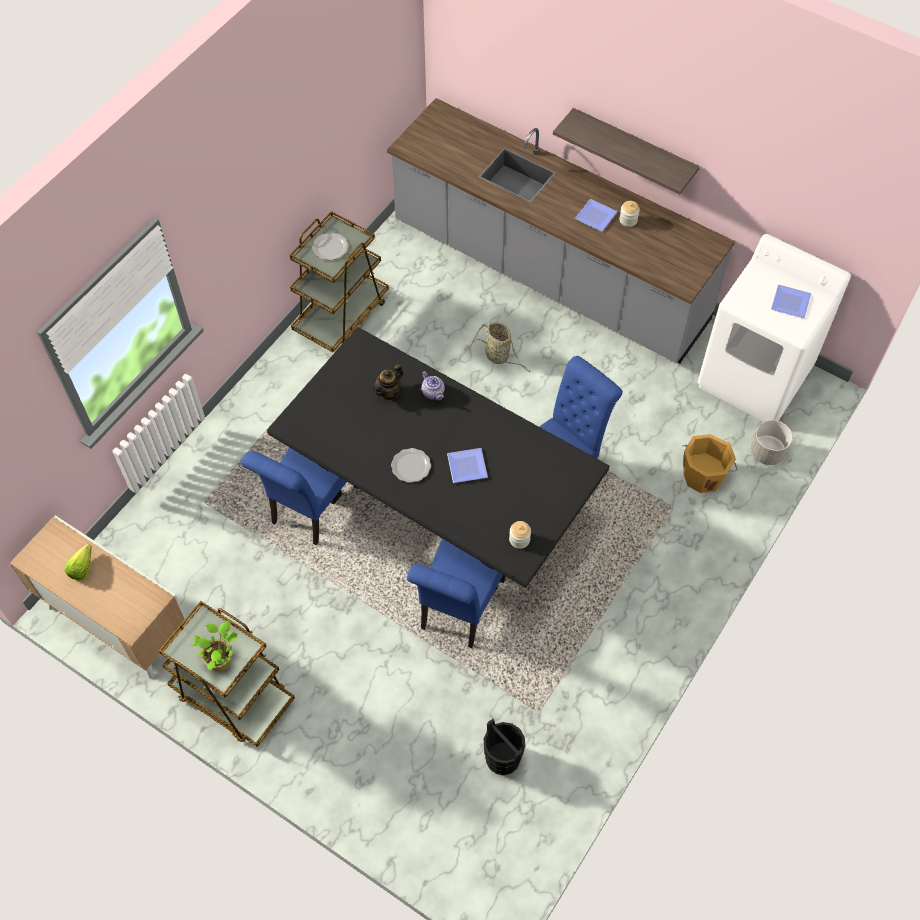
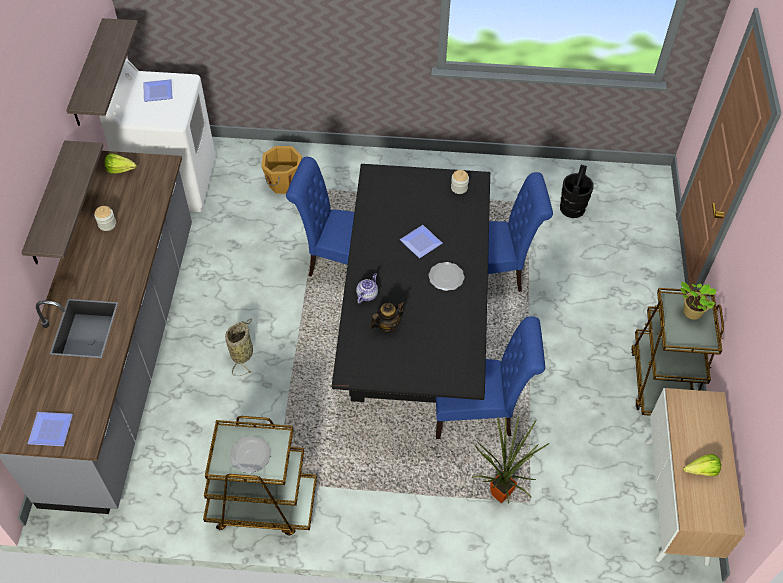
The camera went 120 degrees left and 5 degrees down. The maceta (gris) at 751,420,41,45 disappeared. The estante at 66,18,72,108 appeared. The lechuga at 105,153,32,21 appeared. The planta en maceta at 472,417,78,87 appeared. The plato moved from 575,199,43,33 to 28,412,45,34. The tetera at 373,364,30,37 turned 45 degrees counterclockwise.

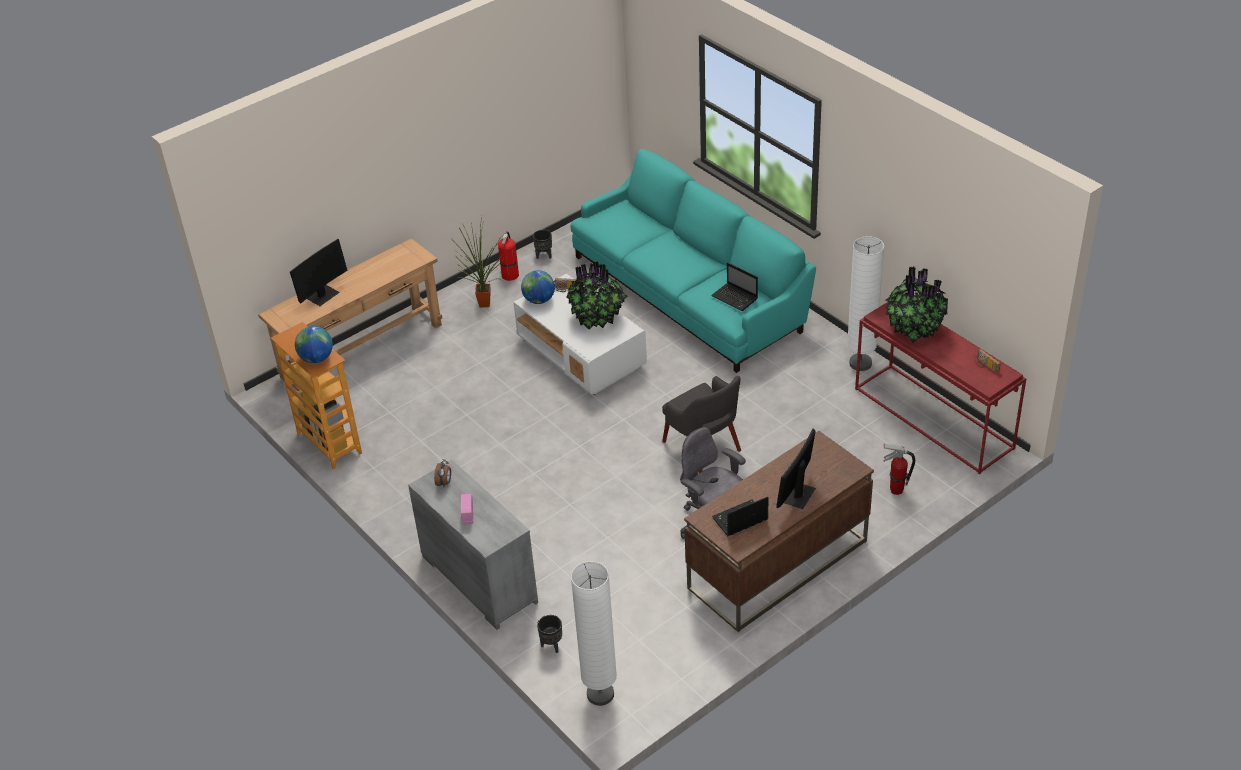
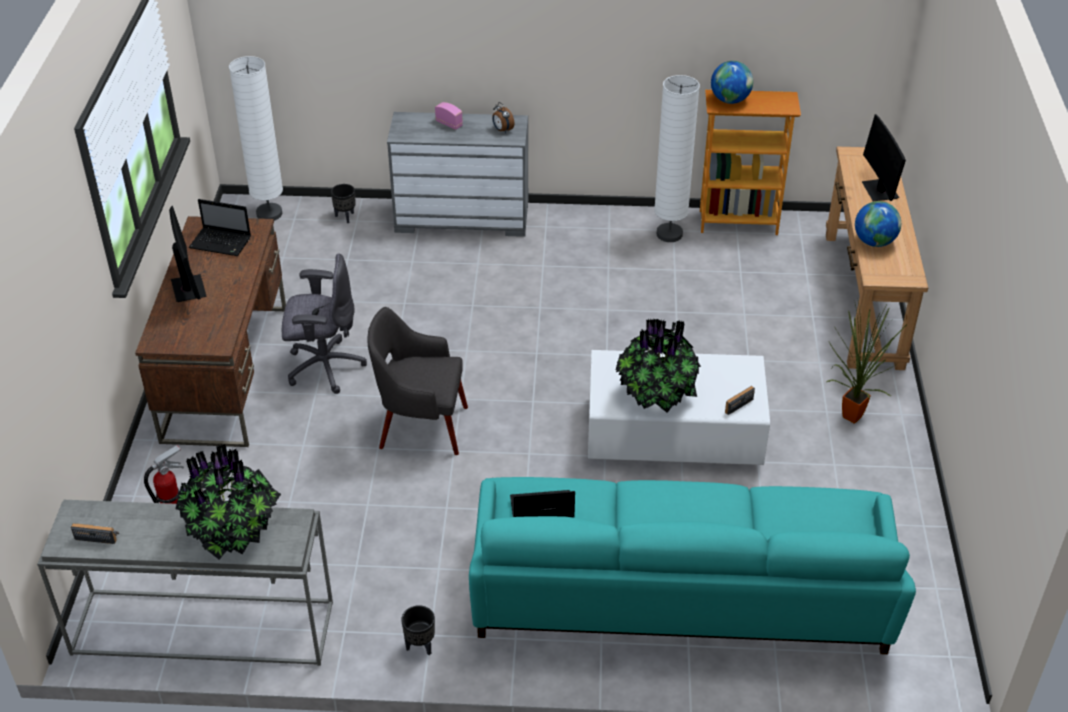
The camera went 130 degrees right and 0 degrees up. The extintor at 498,231,21,50 disappeared. The globo terráqueo moved from 521,270,34,34 to 855,201,46,46. The maceta (negro) moved from 533,230,19,29 to 401,605,34,50. The lámpara de pie (blanco) moved from 847,236,37,135 to 654,75,46,167. The mesa consola (rojo) at 855,302,171,172 became the mesa consola (gris) at 37,500,296,166. The portátil at 712,496,57,40 turned 90 degrees clockwise.

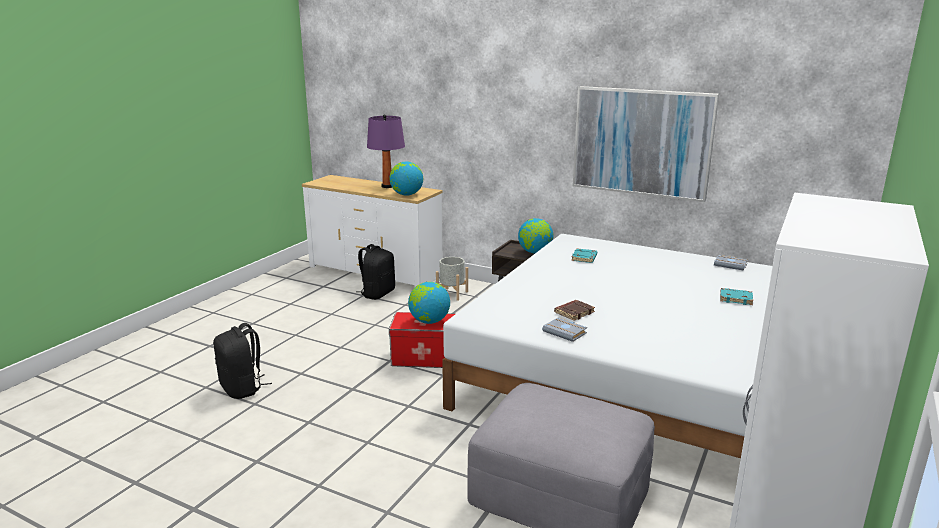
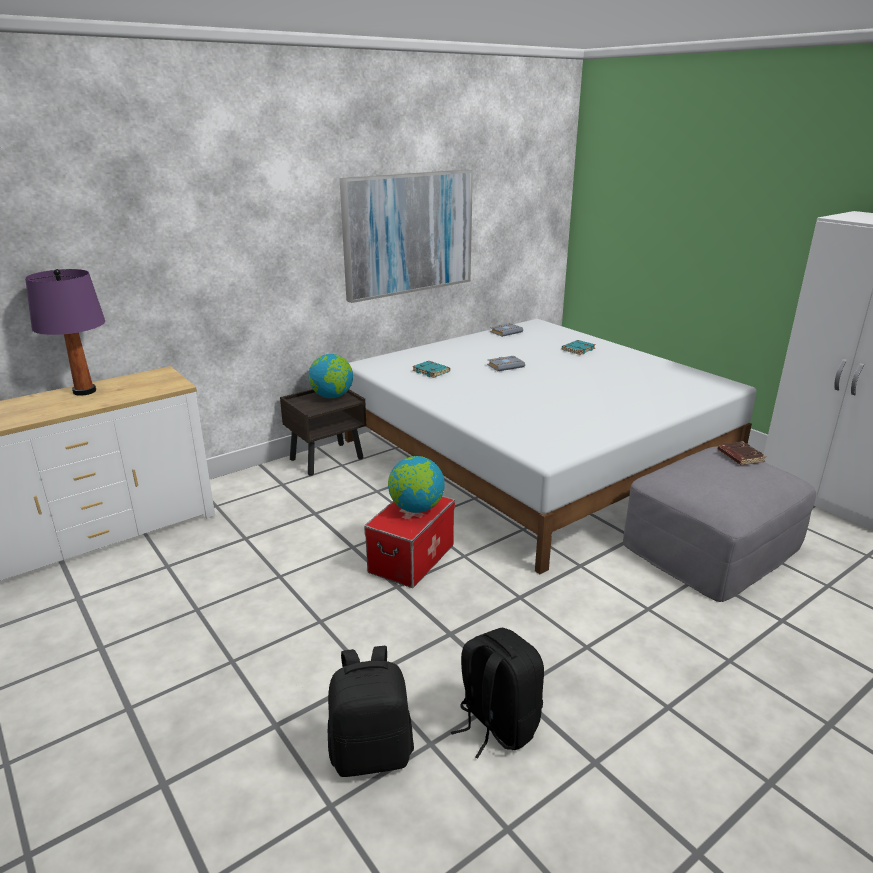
The camera went 65 degrees left and 5 degrees up. The globo terráqueo at 389,161,34,35 disappeared. The maceta (gris) at 436,257,32,44 disappeared. The mochila (negro) moved from 356,244,39,56 to 451,628,93,131. The libro (gris) moved from 542,318,45,24 to 487,356,38,15. The libro (marrón) moved from 554,300,41,21 to 718,441,48,24.

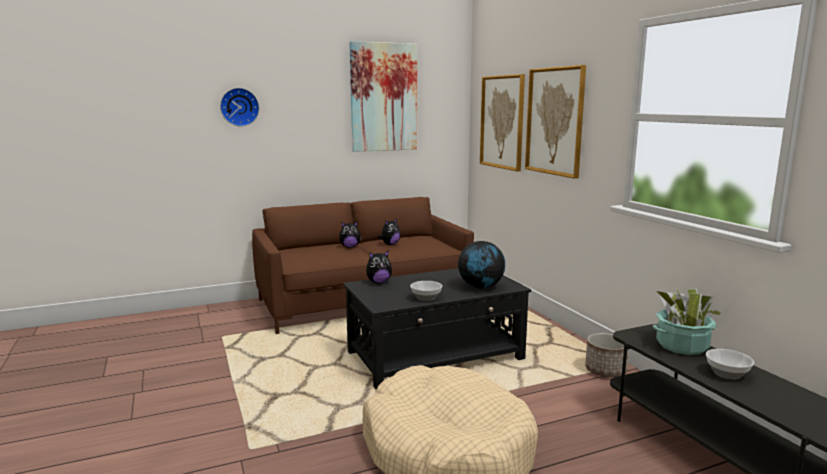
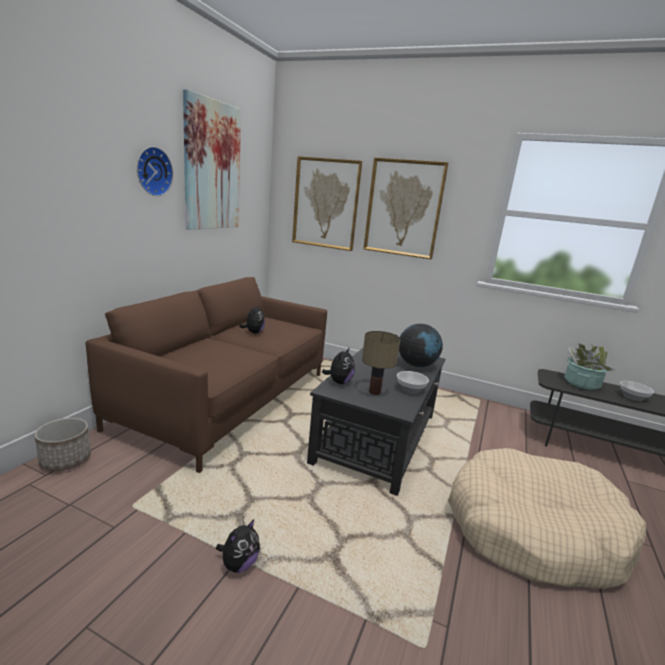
The camera went 45 degrees left and 5 degrees up. The lámpara de mesa at 362,331,39,64 appeared. The reloj de pared moved from 220,88,39,39 to 137,147,36,49. The peluche moved from 339,222,23,26 to 216,519,44,54. The maceta moved from 585,333,44,44 to 34,418,57,53.

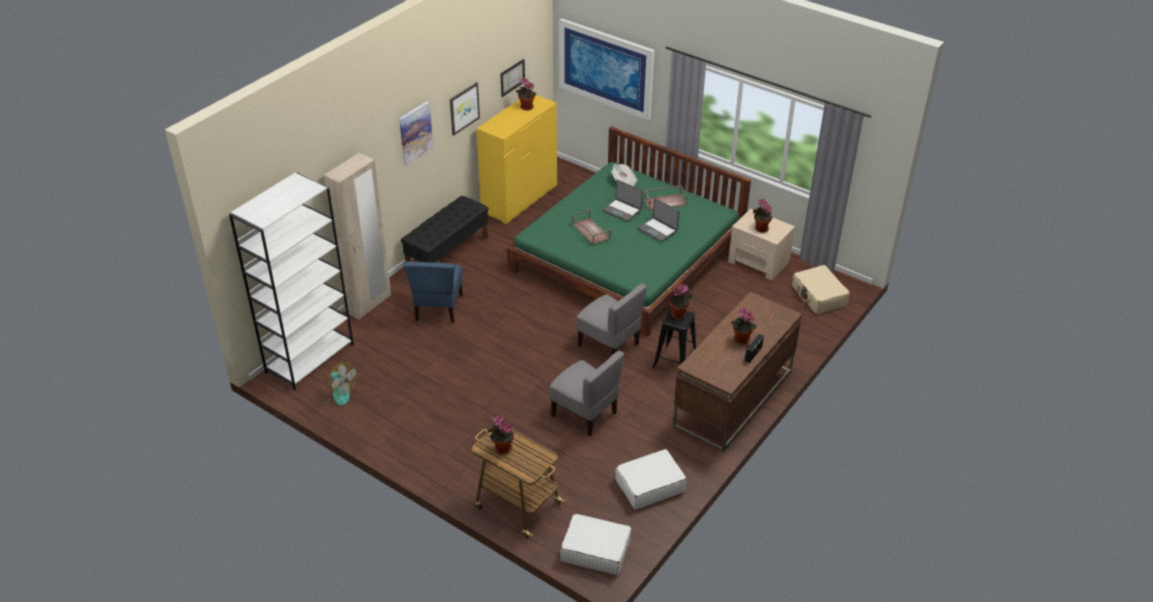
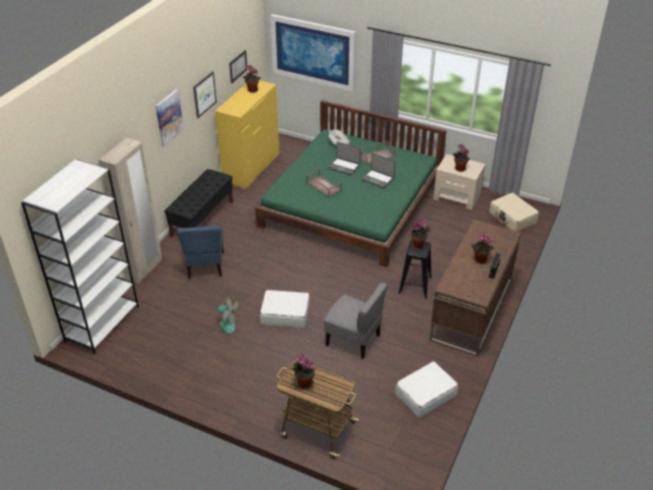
The camera went 10 degrees left and 0 degrees up. The silla (gris) at 577,283,70,72 disappeared. The ventilador moved from 318,362,39,44 to 208,296,32,39. The maleta (blanco) moved from 560,514,71,61 to 260,290,50,38.

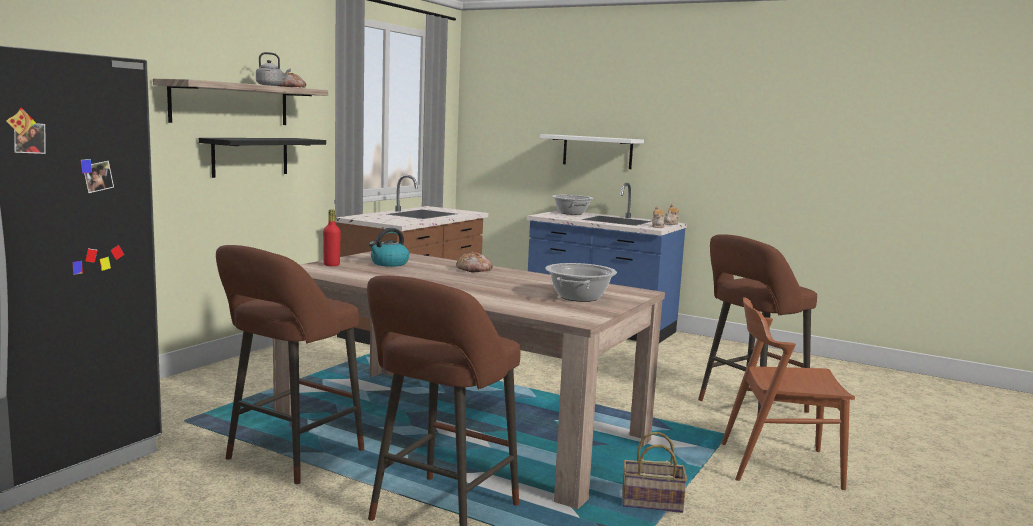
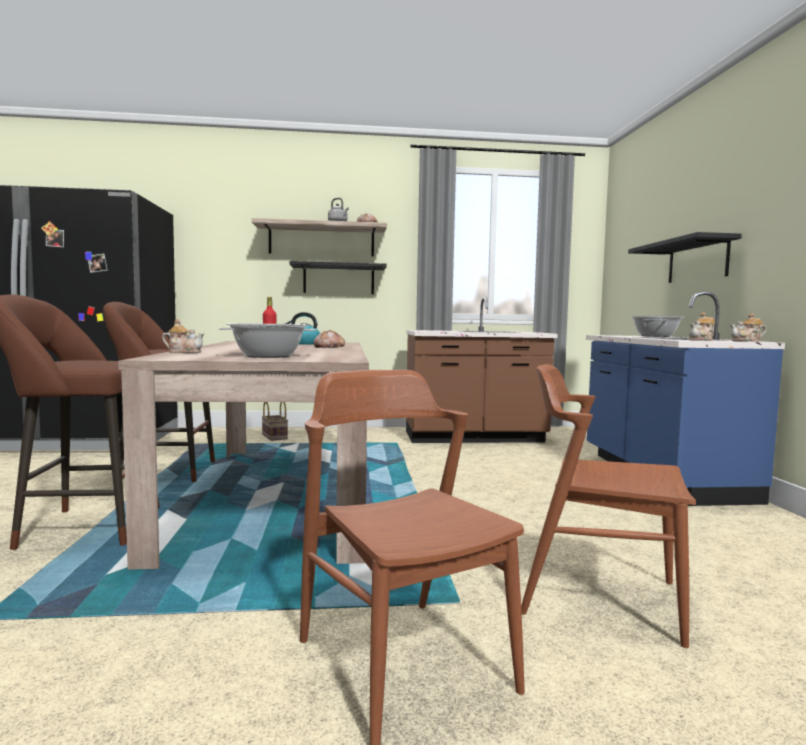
The camera went 55 degrees right and 5 degrees down. The tetera at 162,319,42,34 appeared. The cesta moved from 622,432,66,81 to 262,402,26,39. The taburete (marrón) at 698,234,119,180 was replaced by the silla (marrón) at 521,364,175,284. The estante (blanco) at 540,134,104,35 became the estante (negro) at 628,232,114,51.

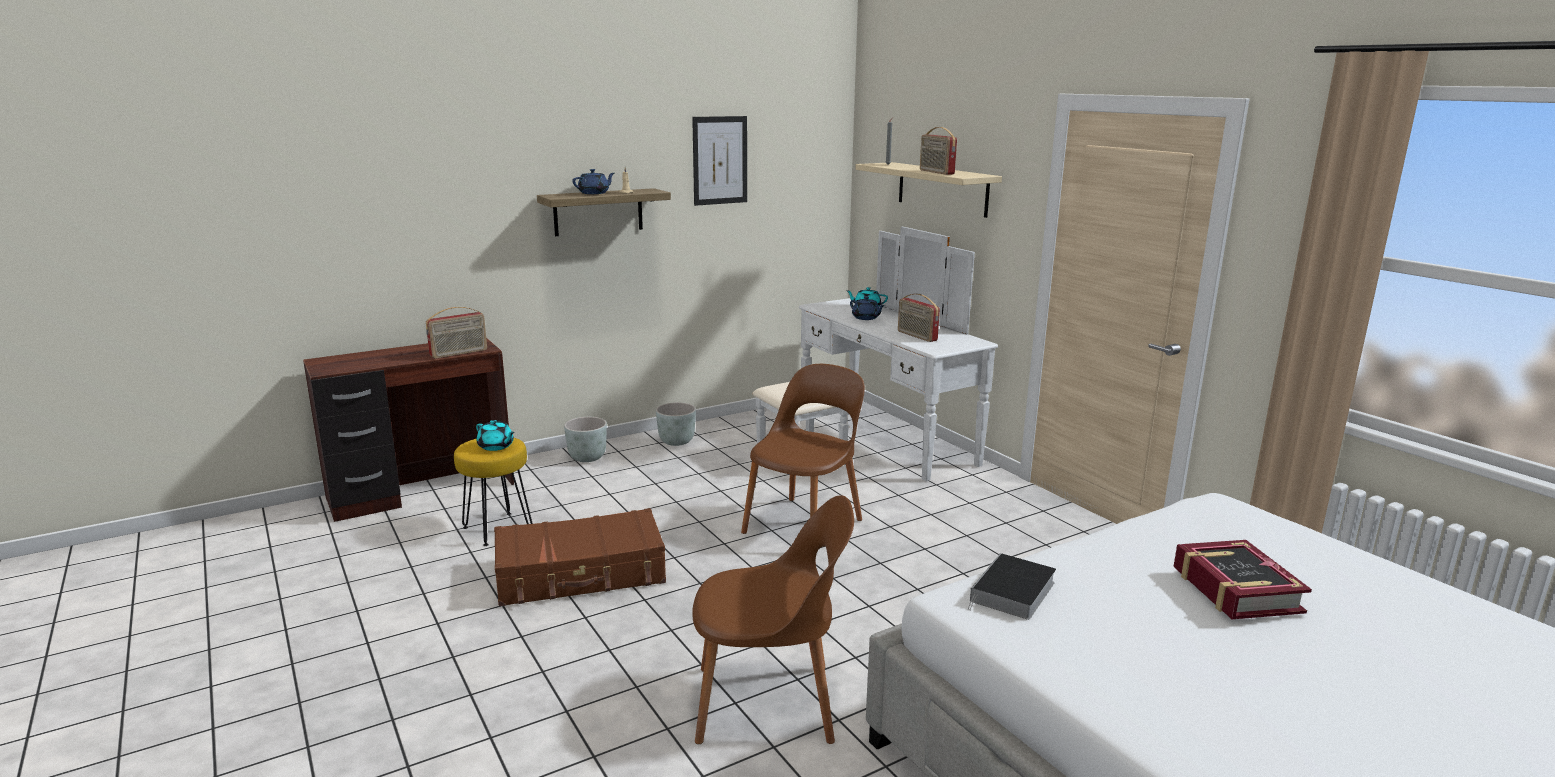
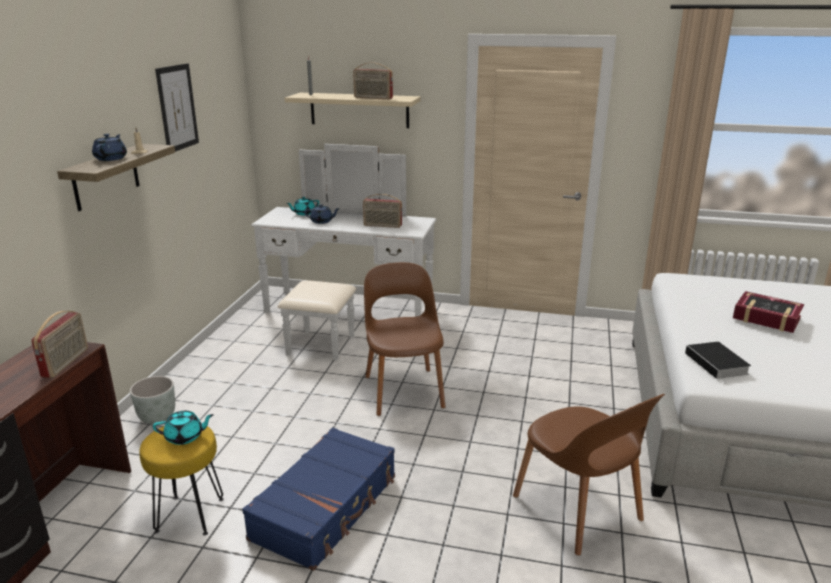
The camera went 45 degrees left and 5 degrees up. The maceta (gris) at 656,402,40,44 disappeared. The maleta (marrón) at 494,508,172,98 became the maleta (azul) at 242,427,153,144. The silla (marrón) at 692,495,162,249 turned 105 degrees clockwise.

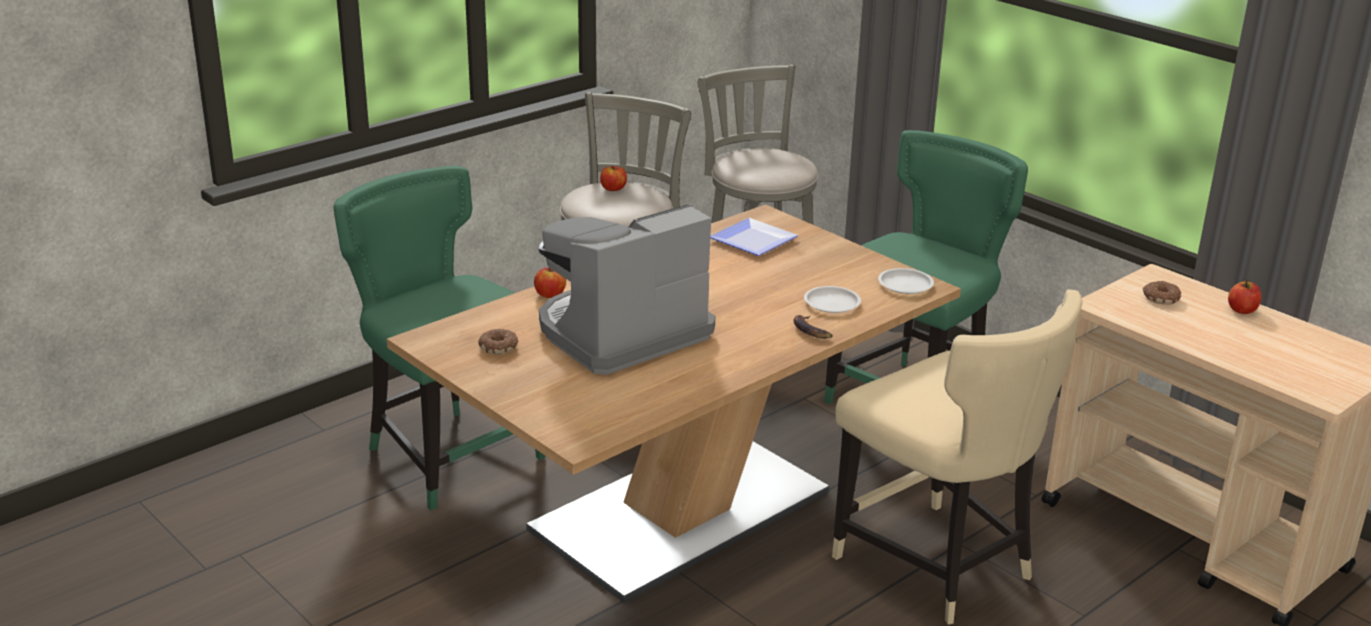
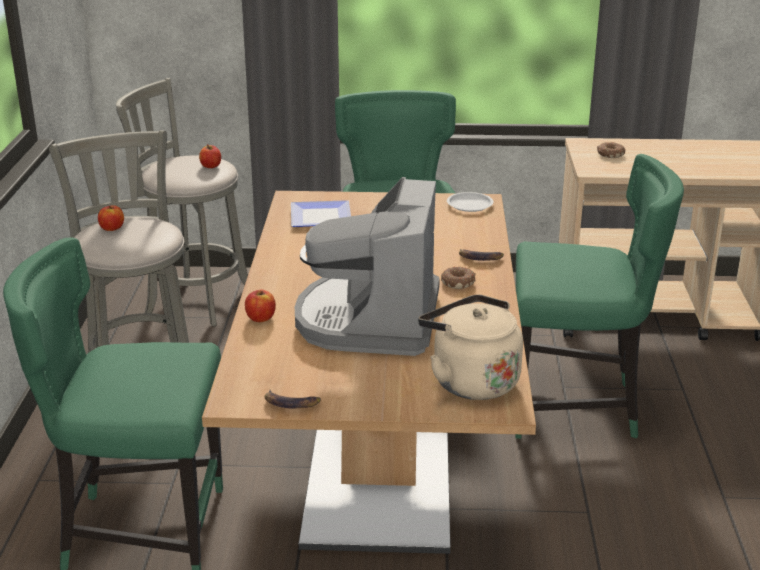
The camera went 45 degrees left and 0 degrees up. The plato (blanco) at 804,286,57,27 disappeared. The plátano at 265,389,56,19 appeared. The hervidor (beis) at 418,294,105,106 appeared. The rosquilla moved from 478,329,40,25 to 441,267,34,22. The manzana moved from 1228,280,33,34 to 199,144,22,24. The silla (beis) at 832,289,250,335 became the silla (verde) at 516,154,168,285.

